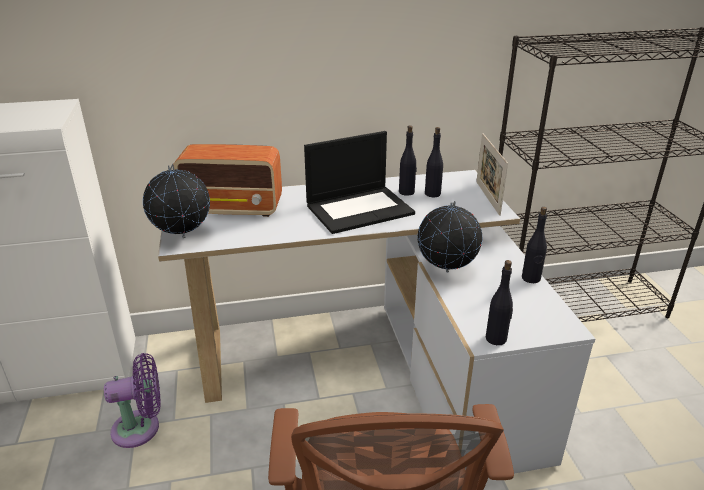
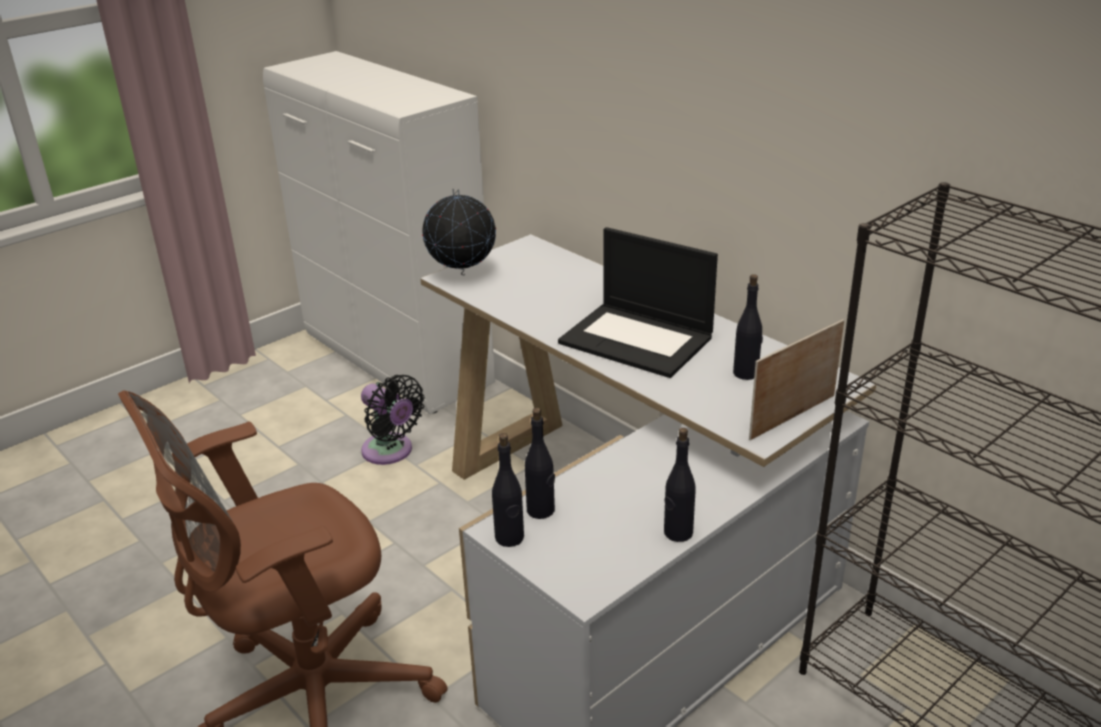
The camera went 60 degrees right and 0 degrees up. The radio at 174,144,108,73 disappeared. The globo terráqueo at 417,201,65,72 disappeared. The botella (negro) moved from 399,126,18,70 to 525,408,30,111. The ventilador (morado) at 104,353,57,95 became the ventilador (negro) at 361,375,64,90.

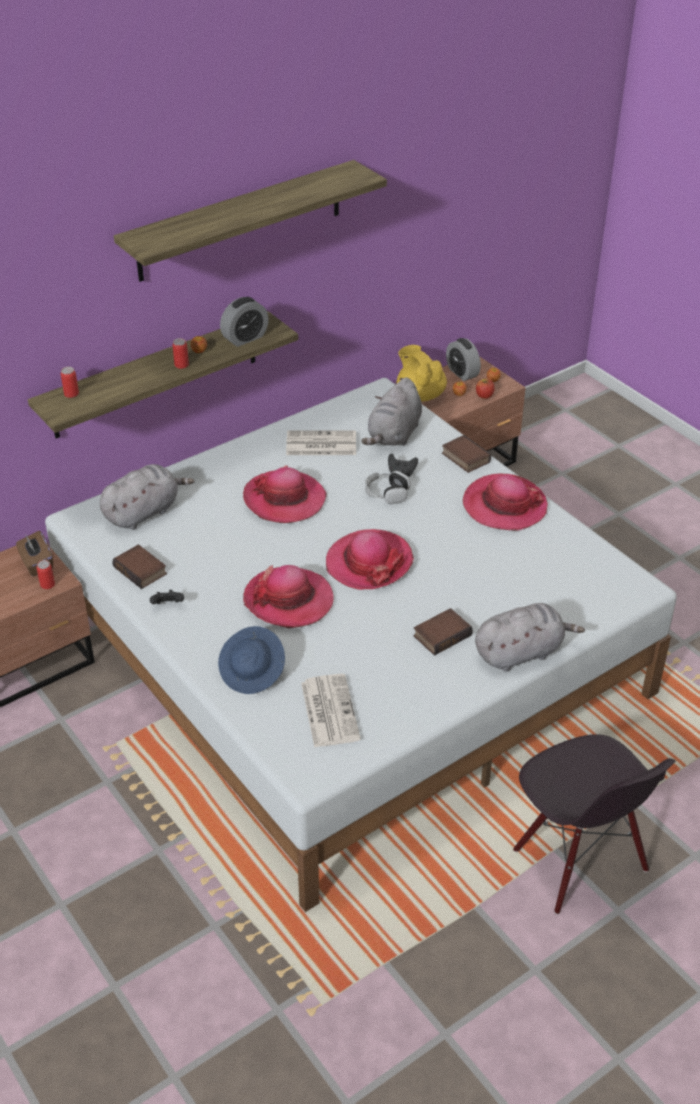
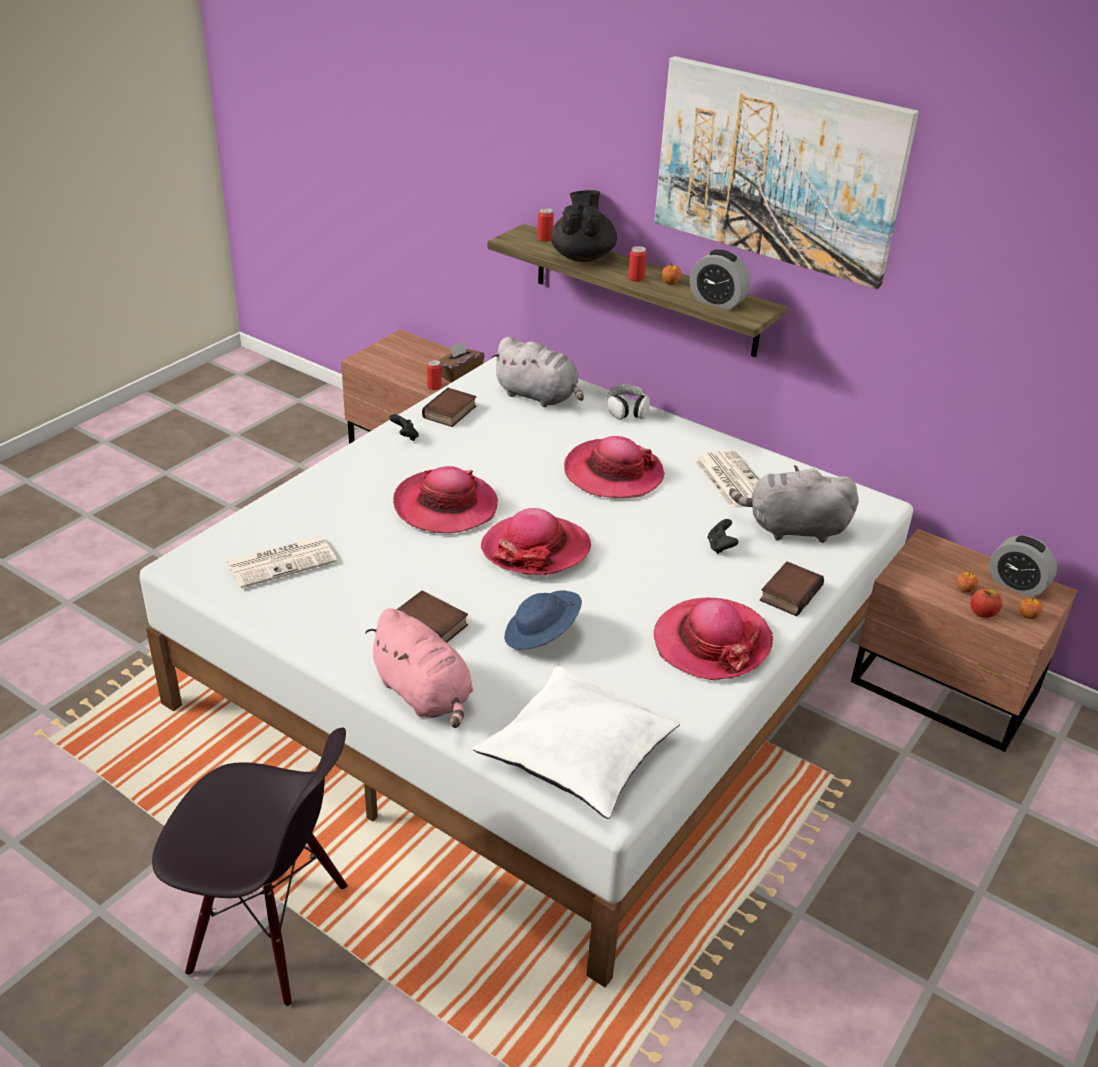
The camera went 70 degrees right and 5 degrees down. The tetera (amarillo) at 397,345,50,56 disappeared. The cojín (blanco) at 473,666,207,153 appeared. The tetera (negro) at 551,190,66,72 appeared. The sombrero (azul) moved from 218,626,67,68 to 504,591,78,59. The auriculares moved from 365,471,46,33 to 606,385,44,35. The estante at 114,160,273,122 was replaced by the cuadro at 654,56,265,233. The peluche (gris) at 475,603,110,69 became the peluche (rosa) at 365,608,108,120. The despertador at 446,338,35,43 turned 90 degrees counterclockwise. The silla (negro) at 513,734,162,181 turned 120 degrees counterclockwise.

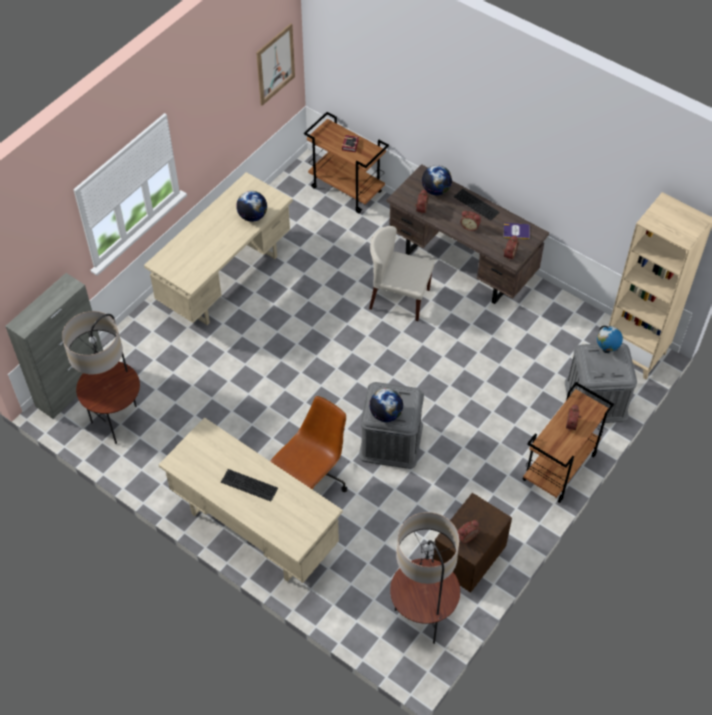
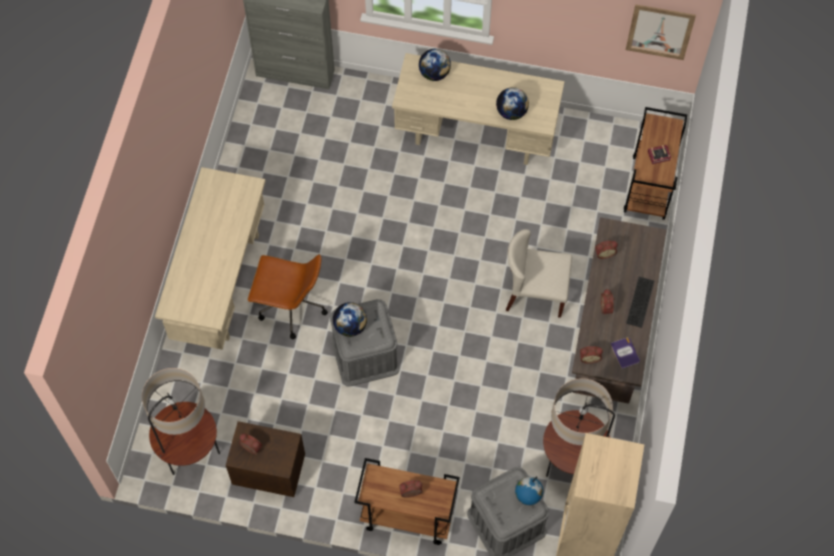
The camera went 65 degrees right and 10 degrees up. The teclado at 221,469,57,32 disappeared. The lámpara de pie moved from 62,311,78,133 to 543,378,72,99. The globo terráqueo moved from 422,165,30,30 to 419,49,32,32. The silla (beis) at 369,226,65,95 turned 75 degrees counterclockwise.

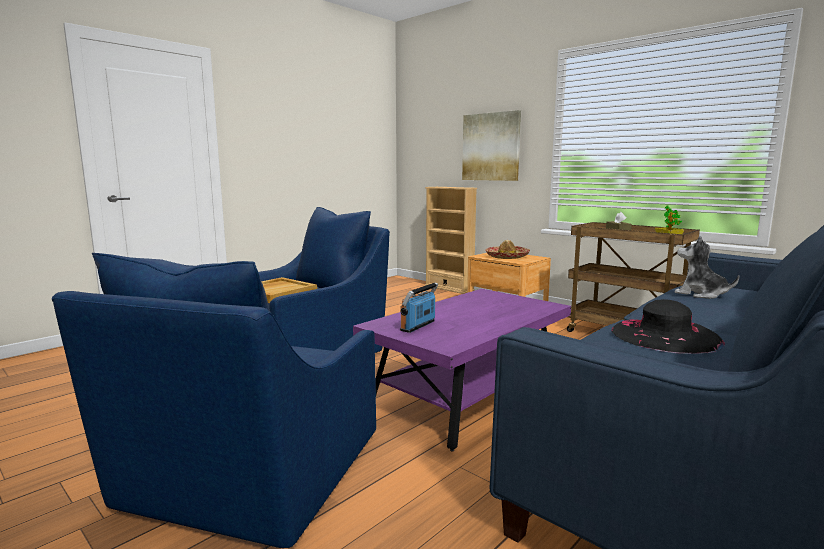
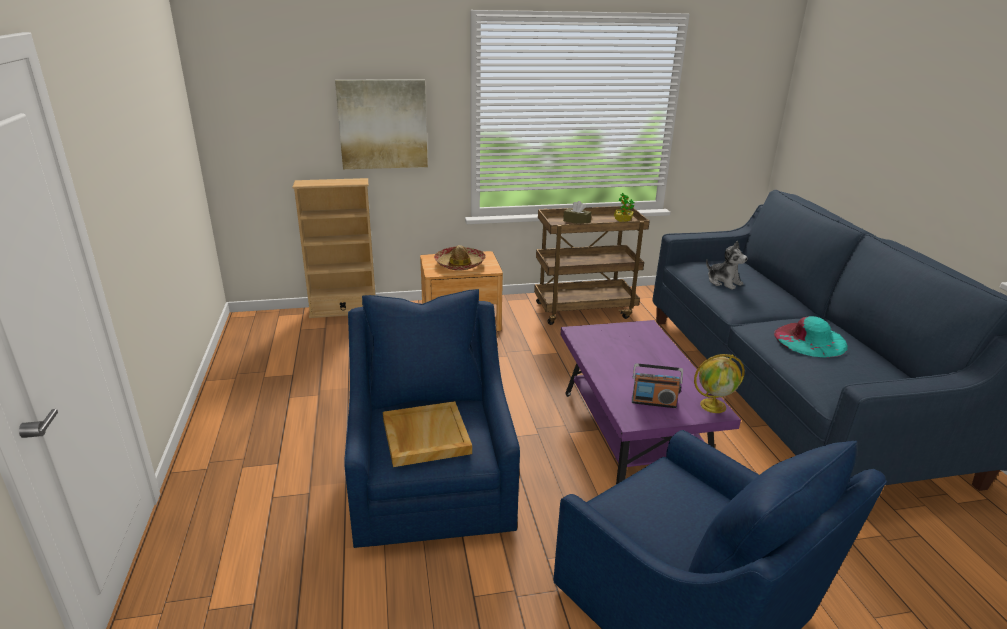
The camera went 55 degrees left and 15 degrees up. The globo terráqueo at 694,354,51,59 appeared. The sombrero (negro) at 611,299,114,55 became the sombrero (turquesa) at 774,316,74,42. The radio at 400,282,38,51 turned 60 degrees counterclockwise. The peluche at 674,236,66,63 turned 120 degrees counterclockwise.

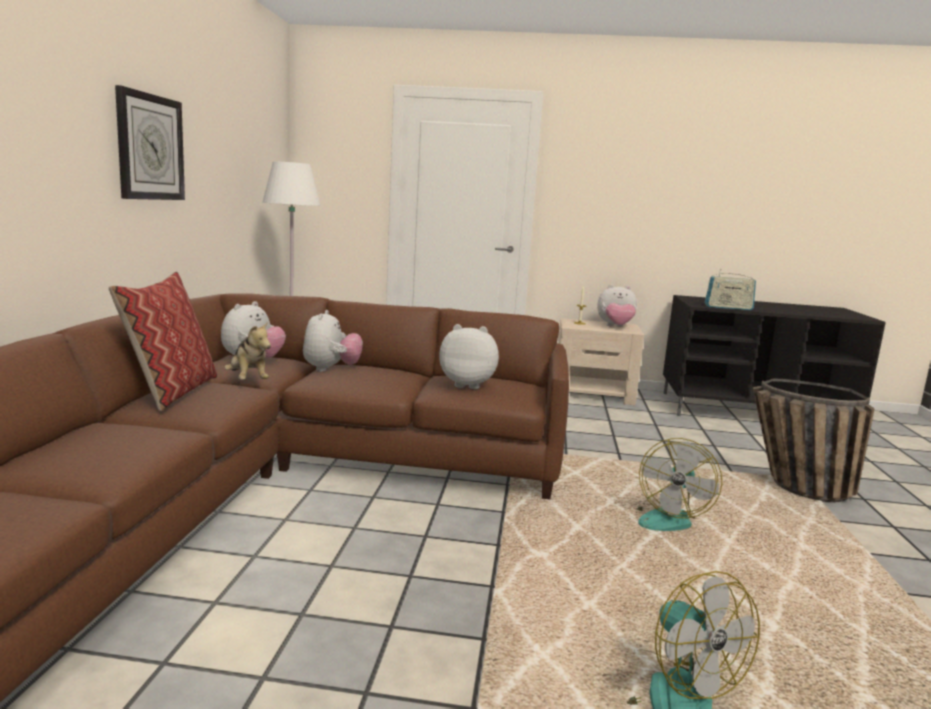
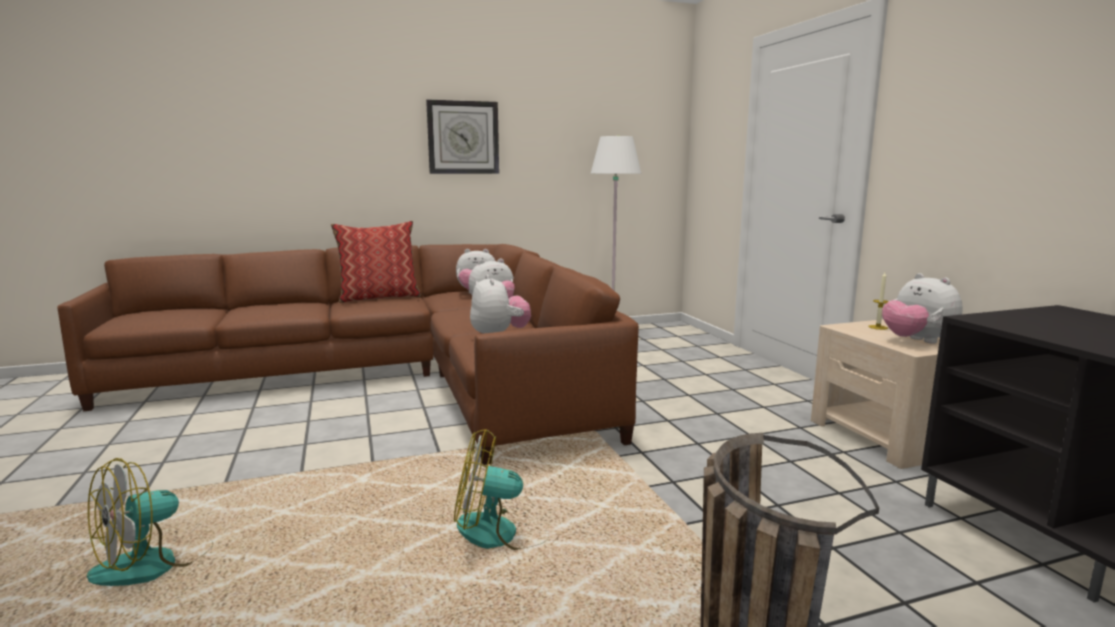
The camera went 65 degrees right and 0 degrees up. The peluche at 224,321,47,59 disappeared. The radio at 705,269,51,41 disappeared.

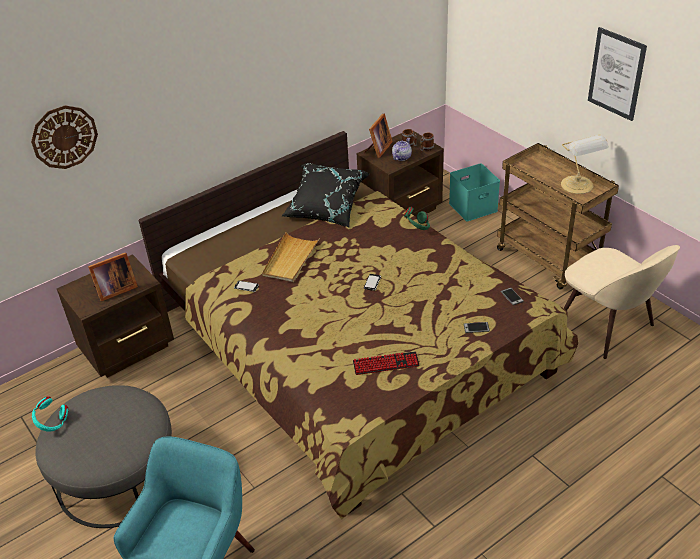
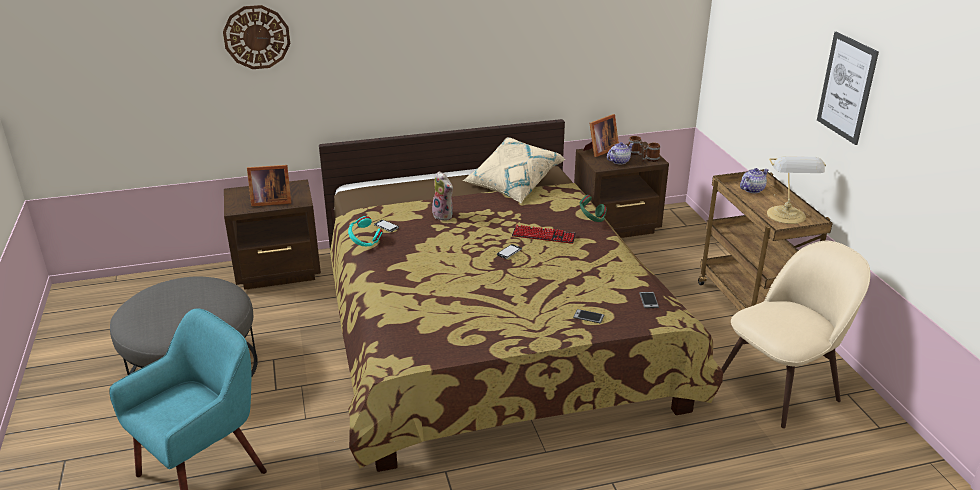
The camera went 20 degrees right and 10 degrees down. The caja de almacenaje (turquesa) at 449,163,51,58 disappeared. The tetera at 740,168,29,25 appeared. The auriculares (turquesa) moved from 32,396,36,36 to 348,216,35,30. The teclado moved from 353,351,67,24 to 512,225,64,19. The bandeja (beis) at 262,232,58,50 was replaced by the peluche at 432,171,21,50. The cojín (negro) at 281,163,88,65 became the cojín (beis) at 463,137,103,66. The silla (beis) at 564,245,116,114 turned 105 degrees counterclockwise.

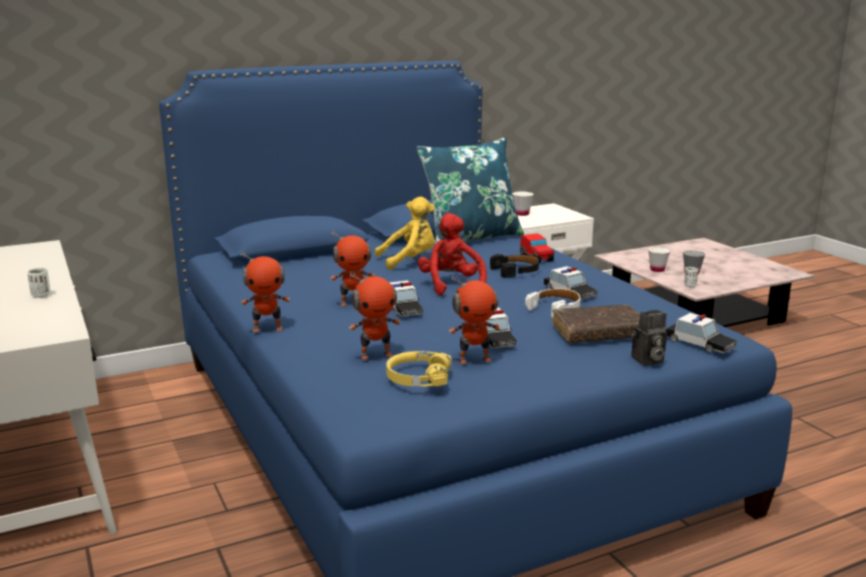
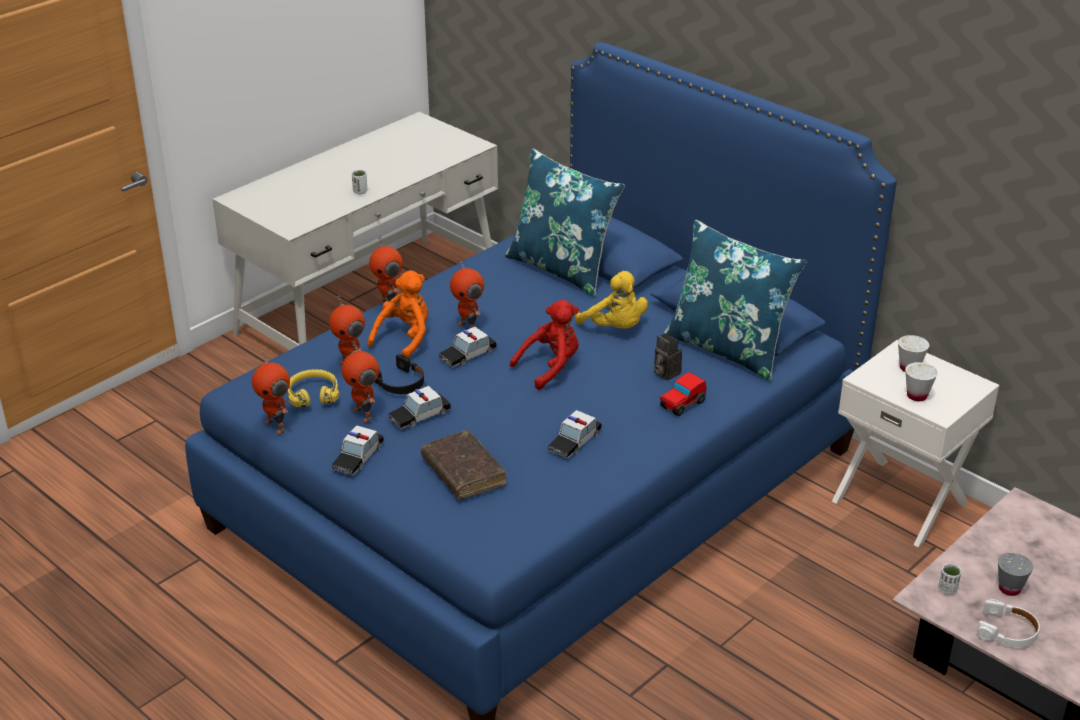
The camera went 70 degrees right and 15 degrees up. The robot de juguete at 252,351,38,83 appeared. The peluche (naranja) at 367,270,61,88 appeared. The cojín (azul) at 505,148,120,149 appeared. The auriculares (negro) moved from 490,254,49,24 to 374,354,50,40. The auriculares (blanco) moved from 525,288,56,30 to 977,599,63,48. The cámara moved from 631,310,36,55 to 654,333,28,48. The taza (blanco) moved from 648,247,22,25 to 905,362,33,39. The coche de juguete moved from 666,313,71,40 to 332,425,52,51.

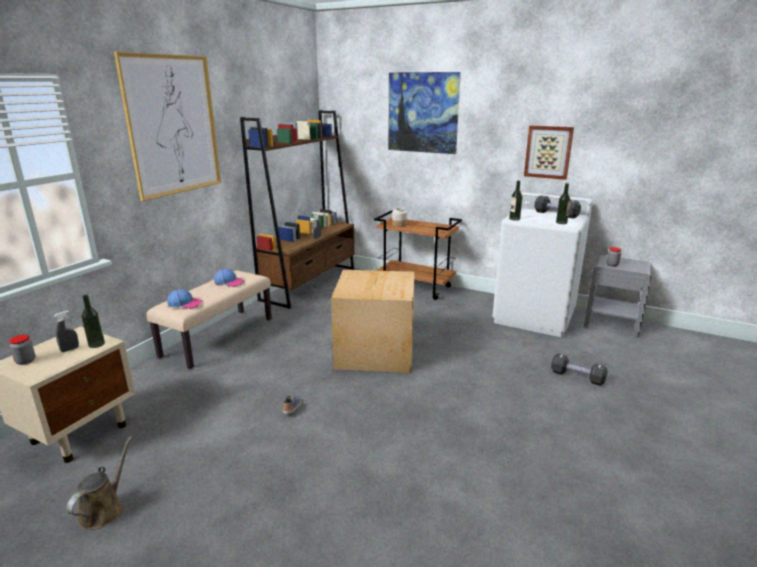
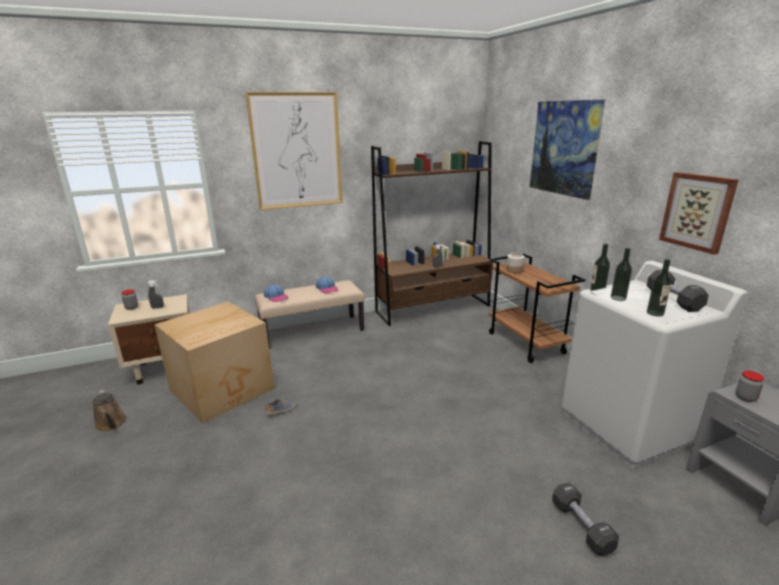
The camera went 40 degrees right and 0 degrees up. The botella moved from 82,295,23,53 to 611,248,21,53. The caja de cartón moved from 331,270,84,103 to 154,302,120,122. The regadera (marrón) at 66,436,66,94 turned 90 degrees clockwise.

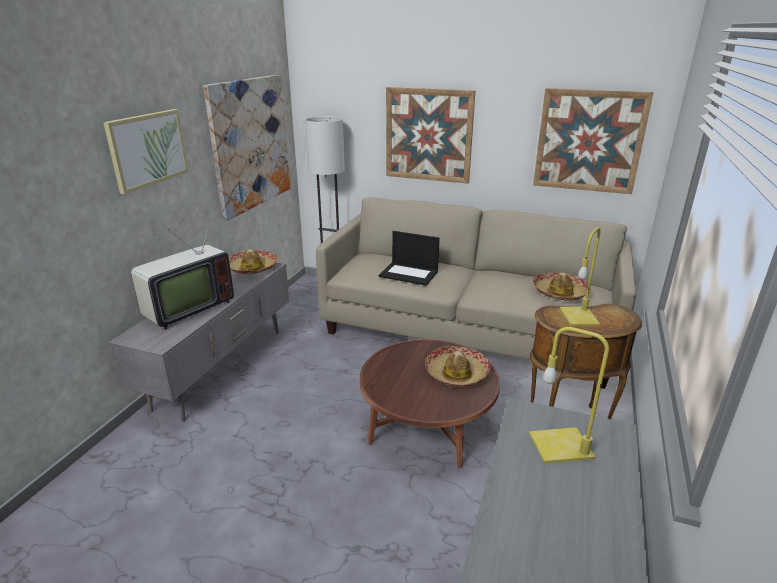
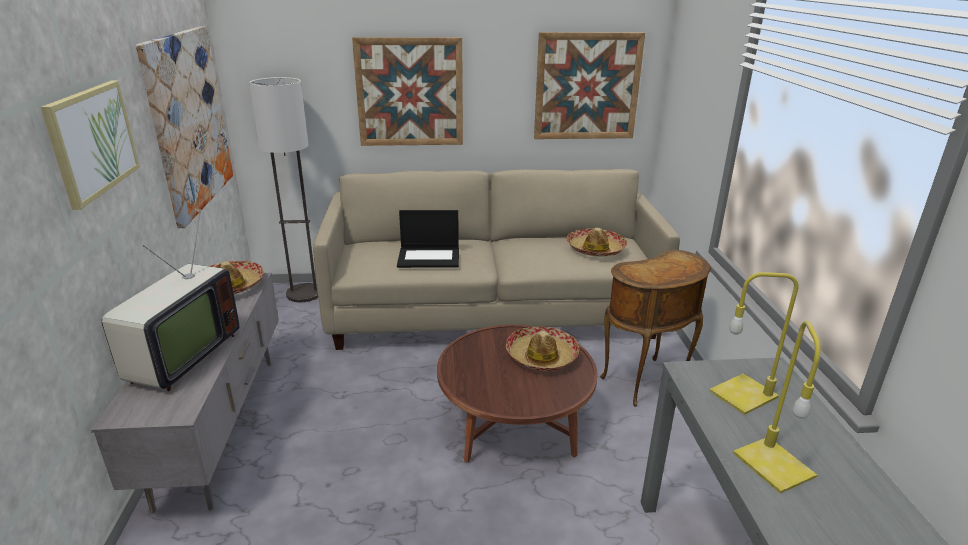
The camera went 25 degrees left and 0 degrees up. The lámpara de mesa (amarillo) moved from 559,227,42,99 to 733,321,88,173.

